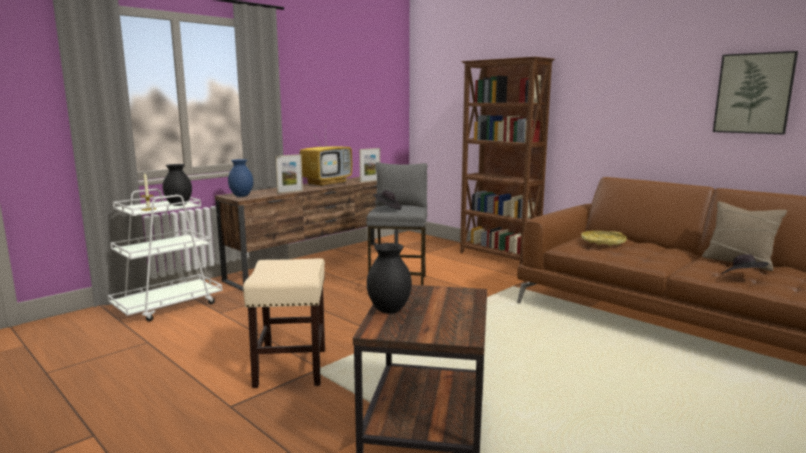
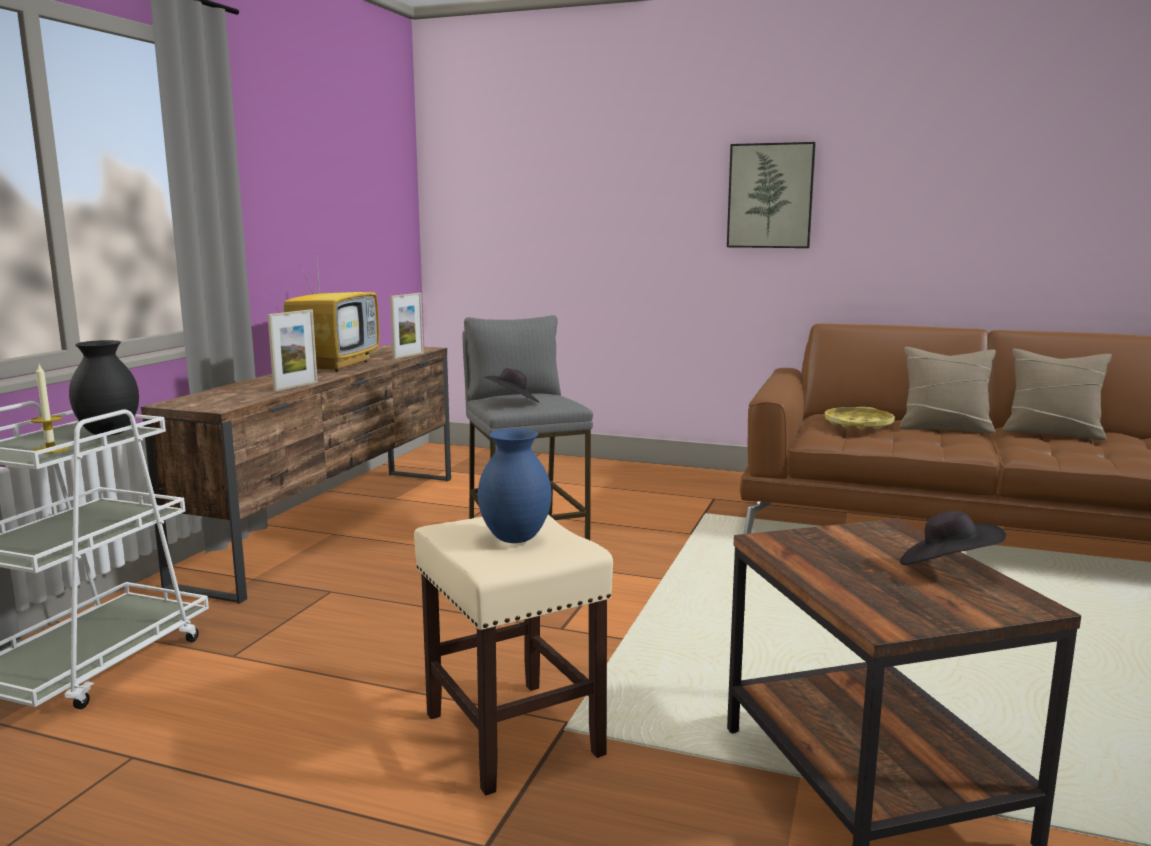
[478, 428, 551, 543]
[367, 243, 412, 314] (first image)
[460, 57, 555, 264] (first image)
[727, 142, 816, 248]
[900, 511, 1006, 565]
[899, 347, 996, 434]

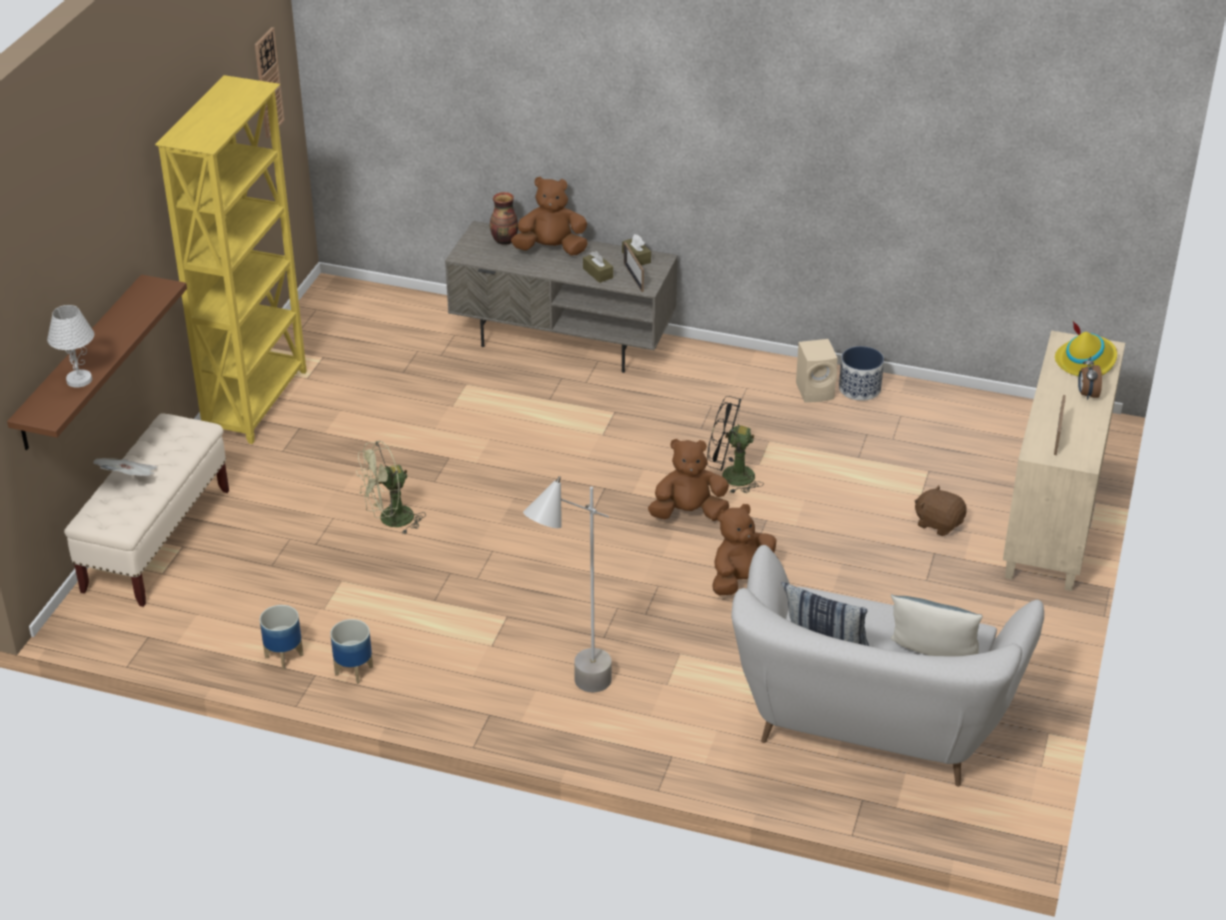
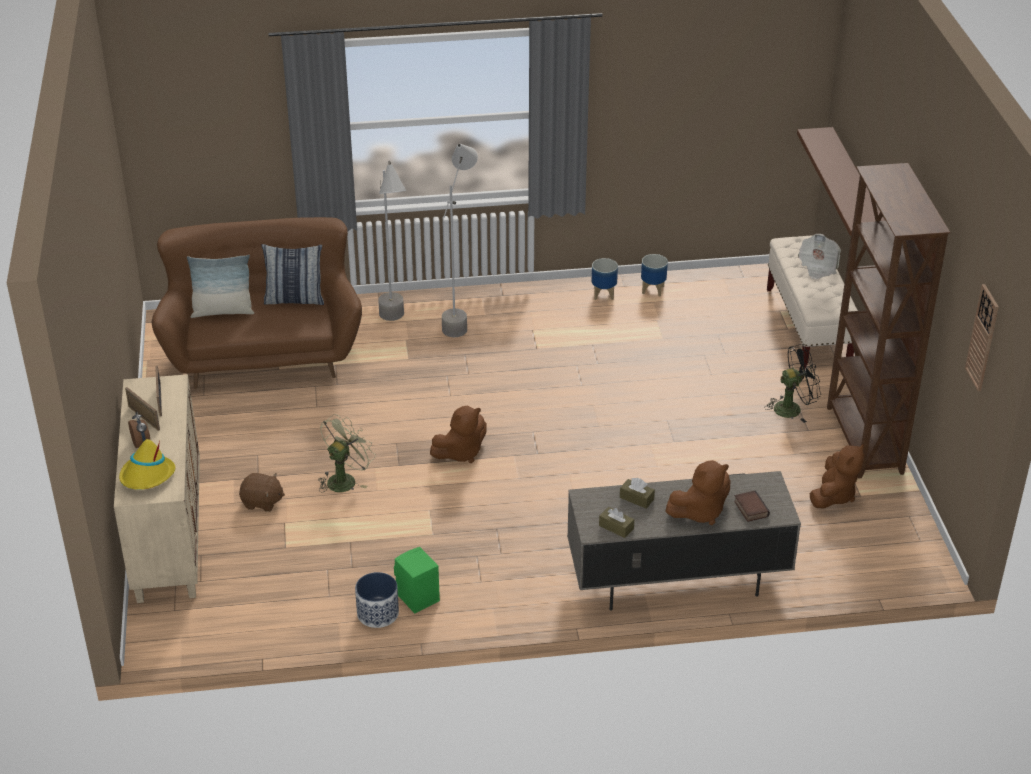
[47, 305, 94, 388] (first image)
[827, 163, 950, 479]
[318, 414, 376, 492]
[734, 490, 770, 522]
[125, 387, 160, 431]
[764, 344, 821, 423]
[810, 444, 864, 508]
[152, 217, 362, 389]
[394, 547, 440, 614]
[378, 161, 406, 321]

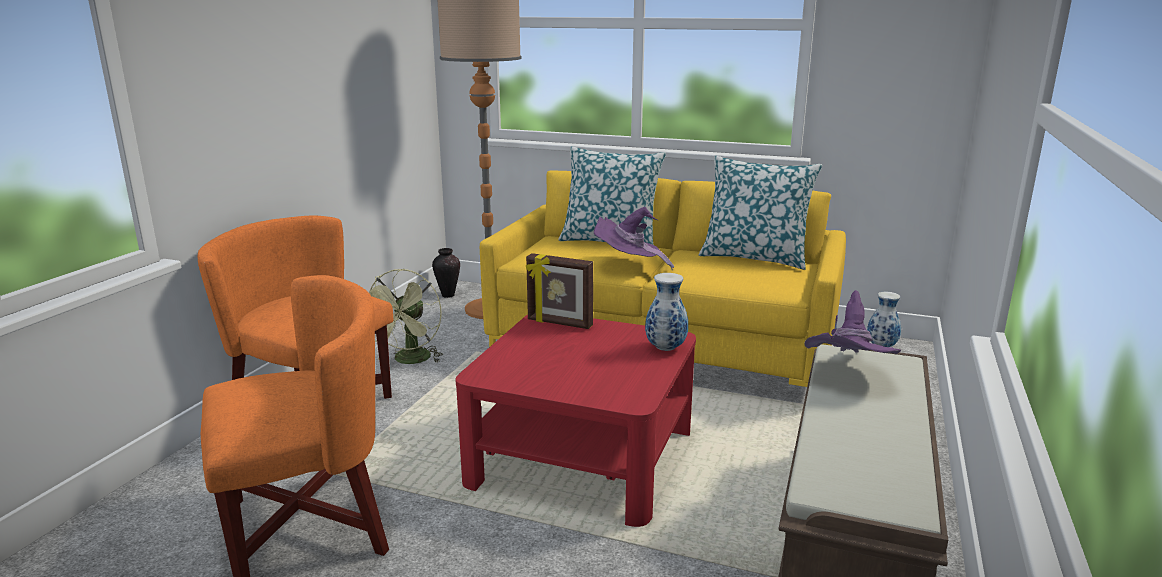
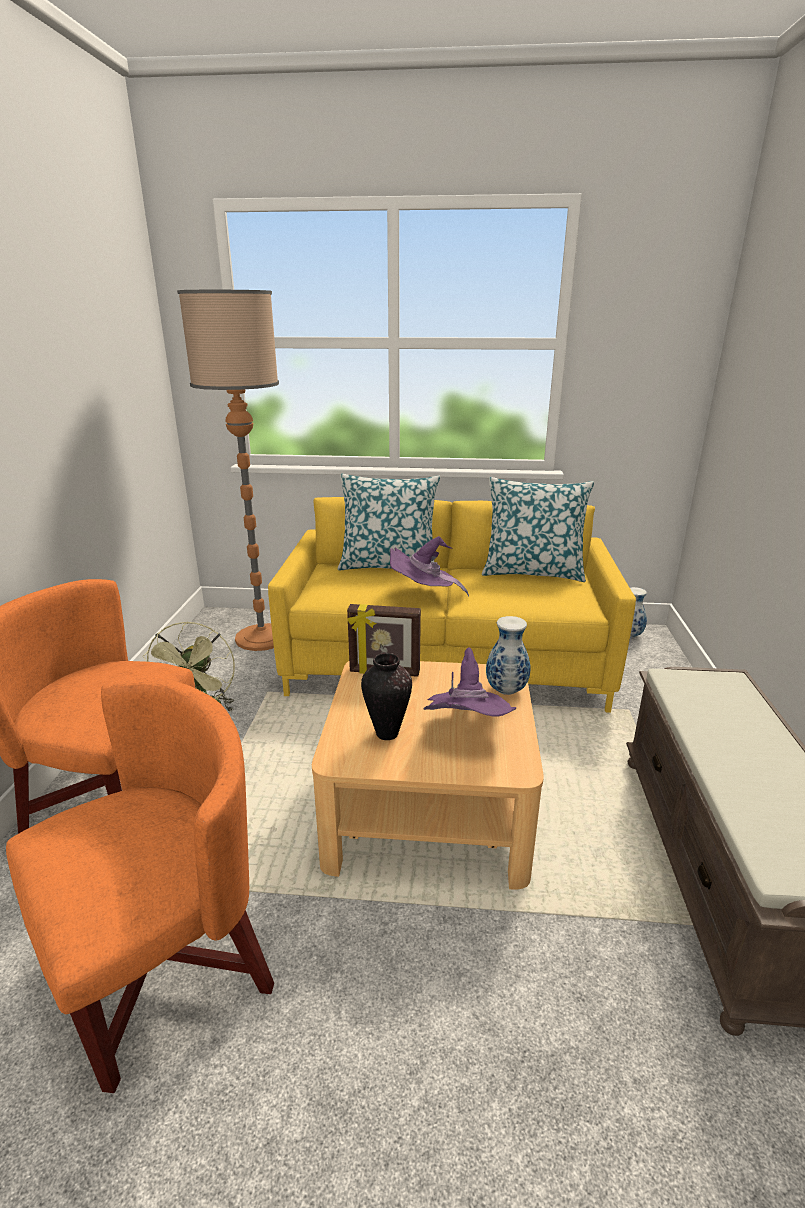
[361, 653, 412, 740]
[312, 661, 544, 889]
[424, 647, 516, 717]

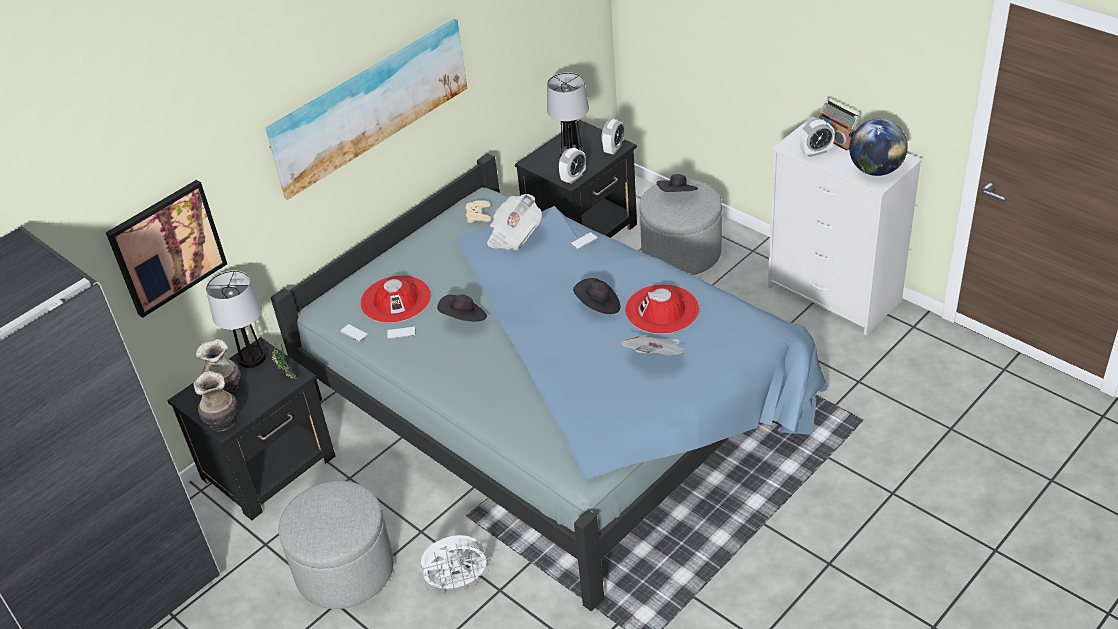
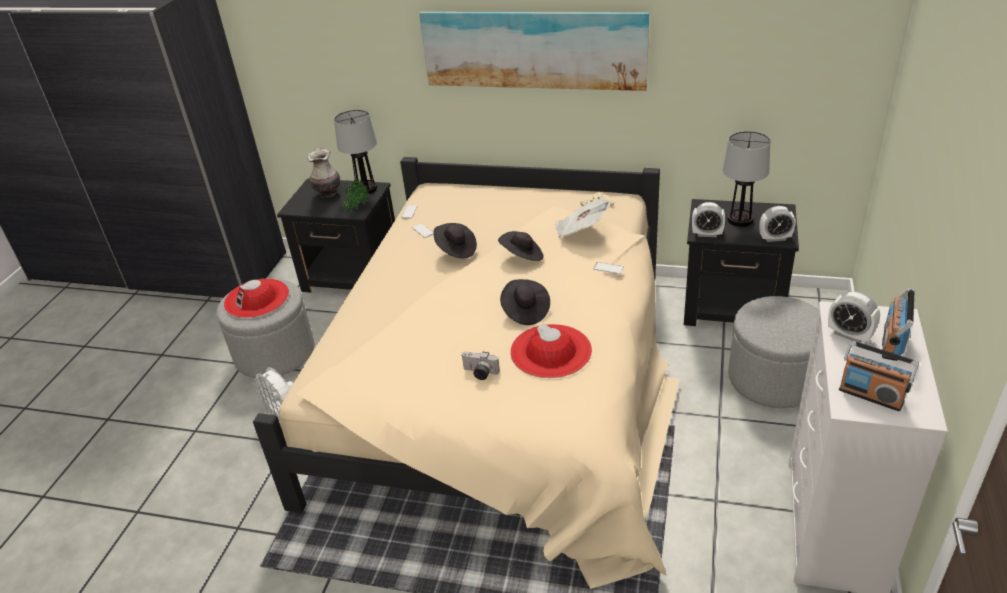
[106, 180, 227, 318] (first image)
[194, 371, 238, 432] (first image)
[253, 157, 679, 589]
[224, 279, 289, 318]
[462, 351, 500, 380]
[498, 231, 544, 261]
[839, 341, 919, 411]

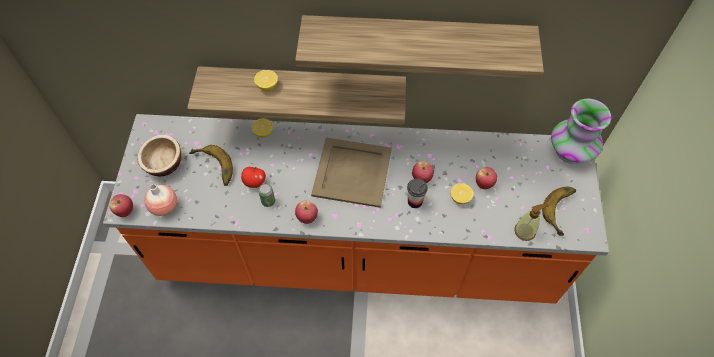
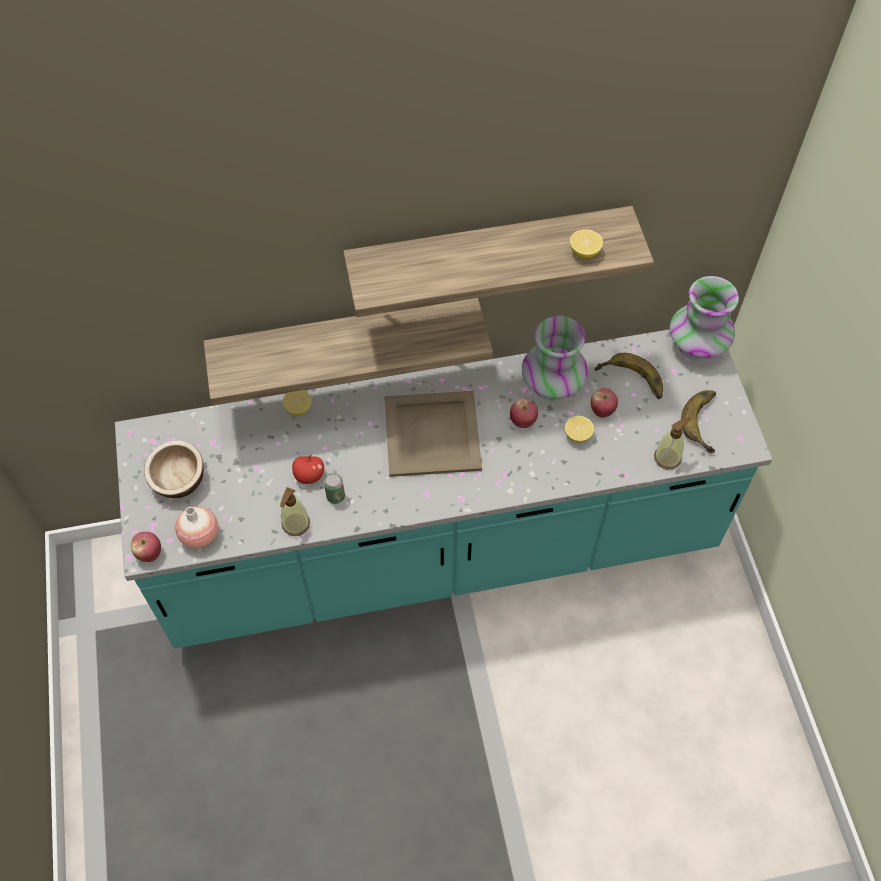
[115, 329, 773, 649]
[594, 353, 663, 399]
[570, 229, 603, 259]
[295, 201, 318, 224] (first image)
[407, 179, 428, 208] (first image)
[280, 487, 310, 536]
[522, 316, 588, 401]

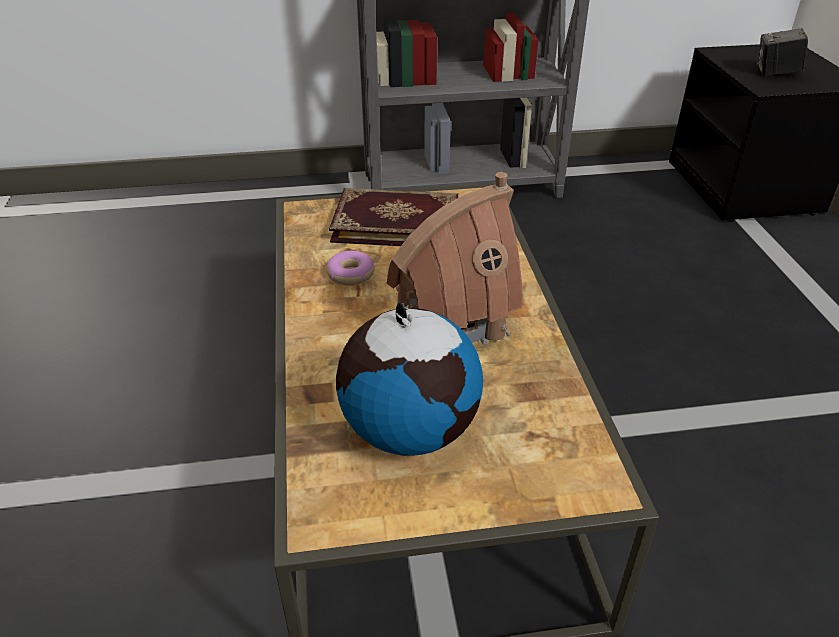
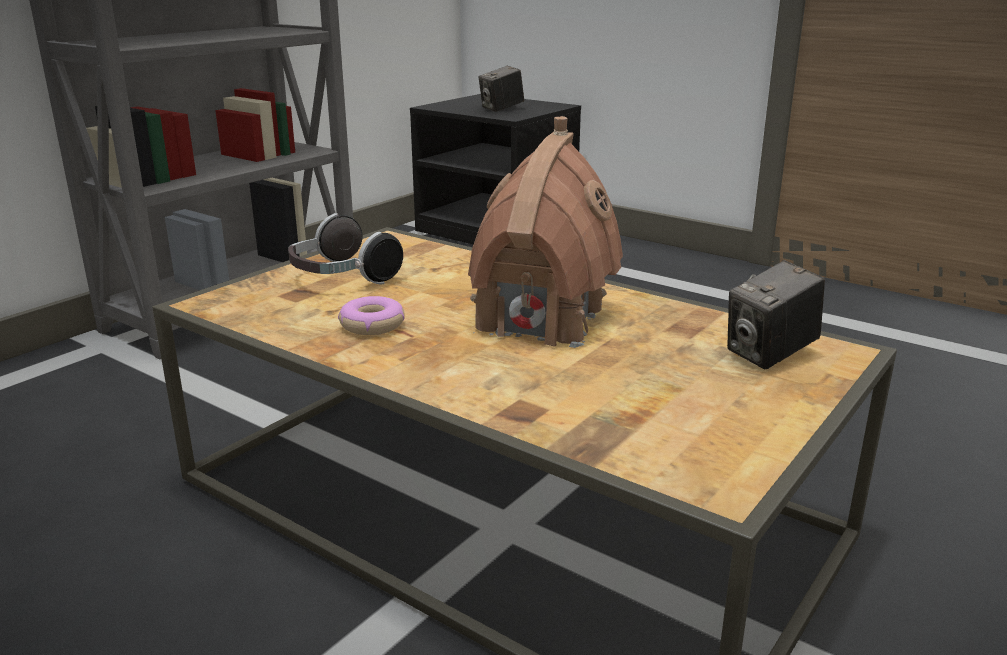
[288, 213, 403, 284]
[336, 302, 483, 456] (first image)
[727, 260, 825, 369]

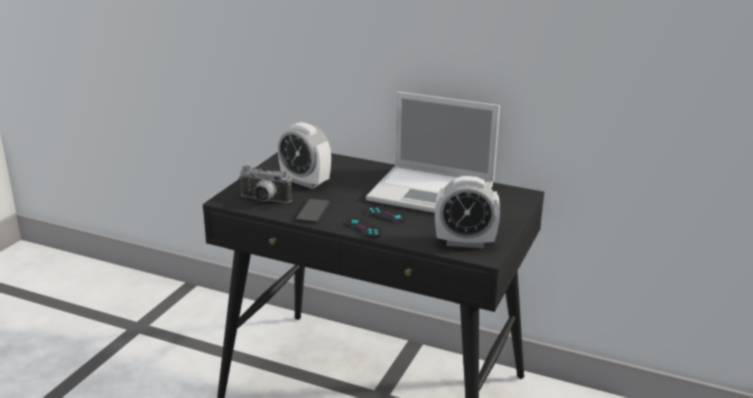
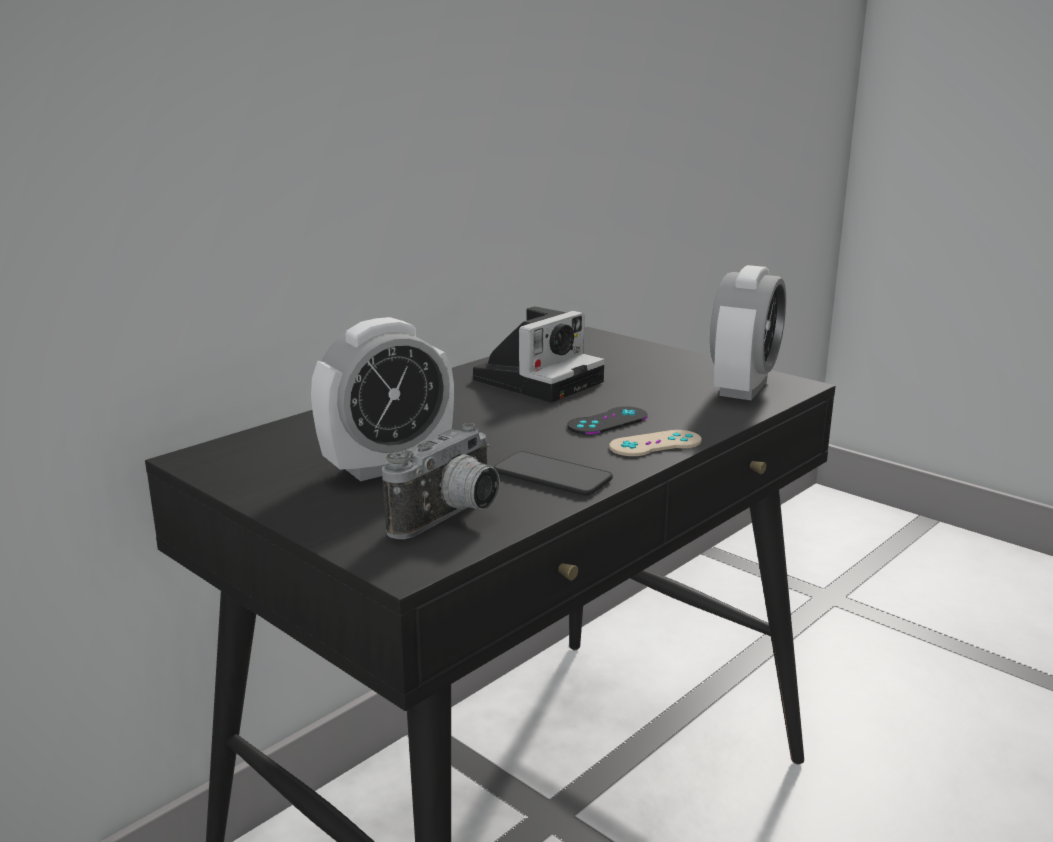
[609, 430, 702, 456]
[473, 306, 605, 402]

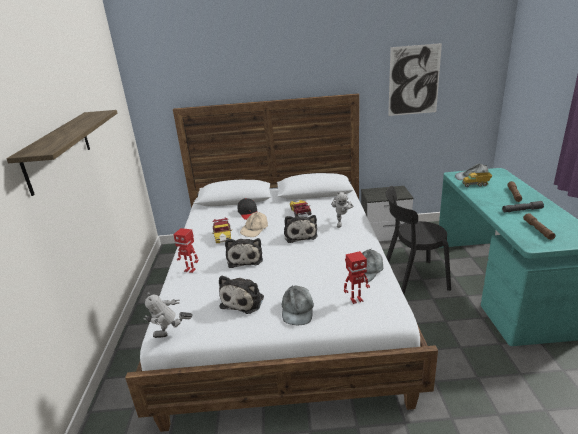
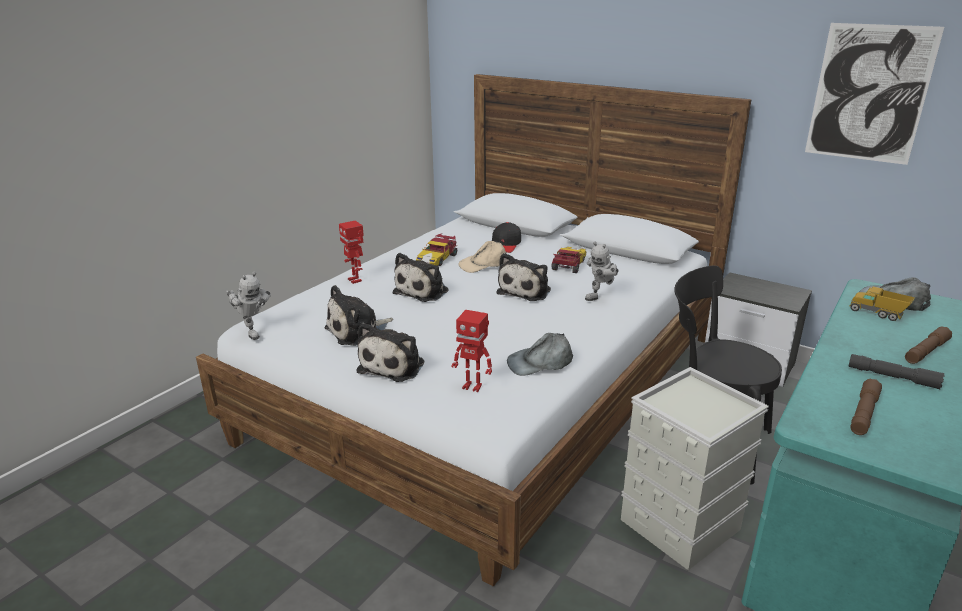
[6, 110, 117, 196] (first image)
[226, 272, 271, 340]
[357, 322, 424, 382]
[621, 367, 769, 570]

